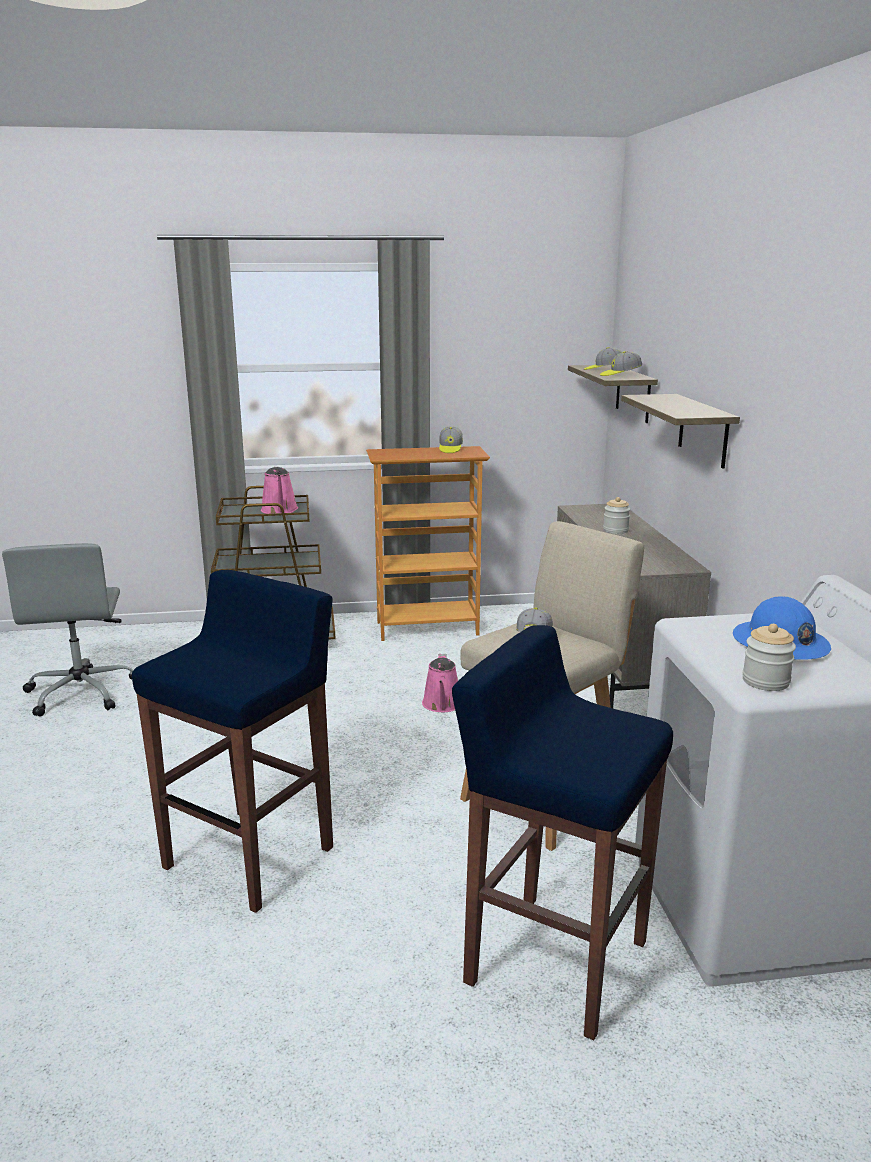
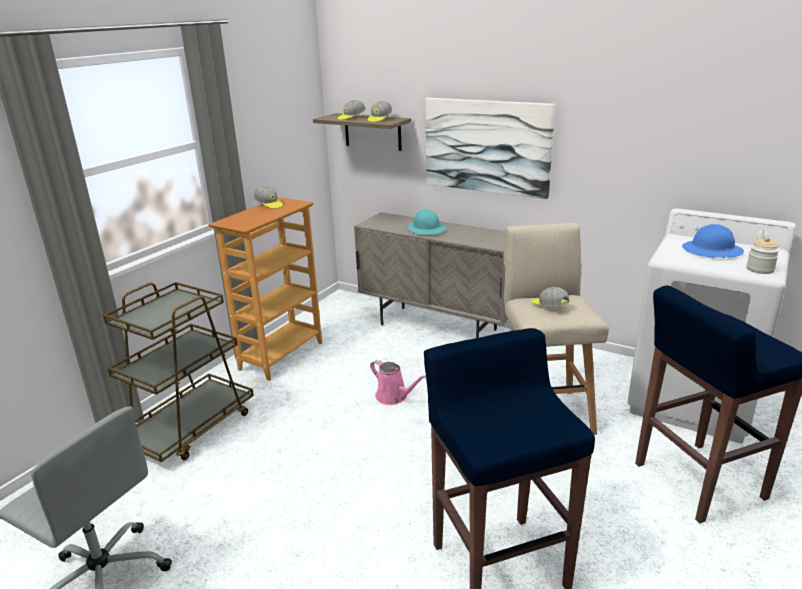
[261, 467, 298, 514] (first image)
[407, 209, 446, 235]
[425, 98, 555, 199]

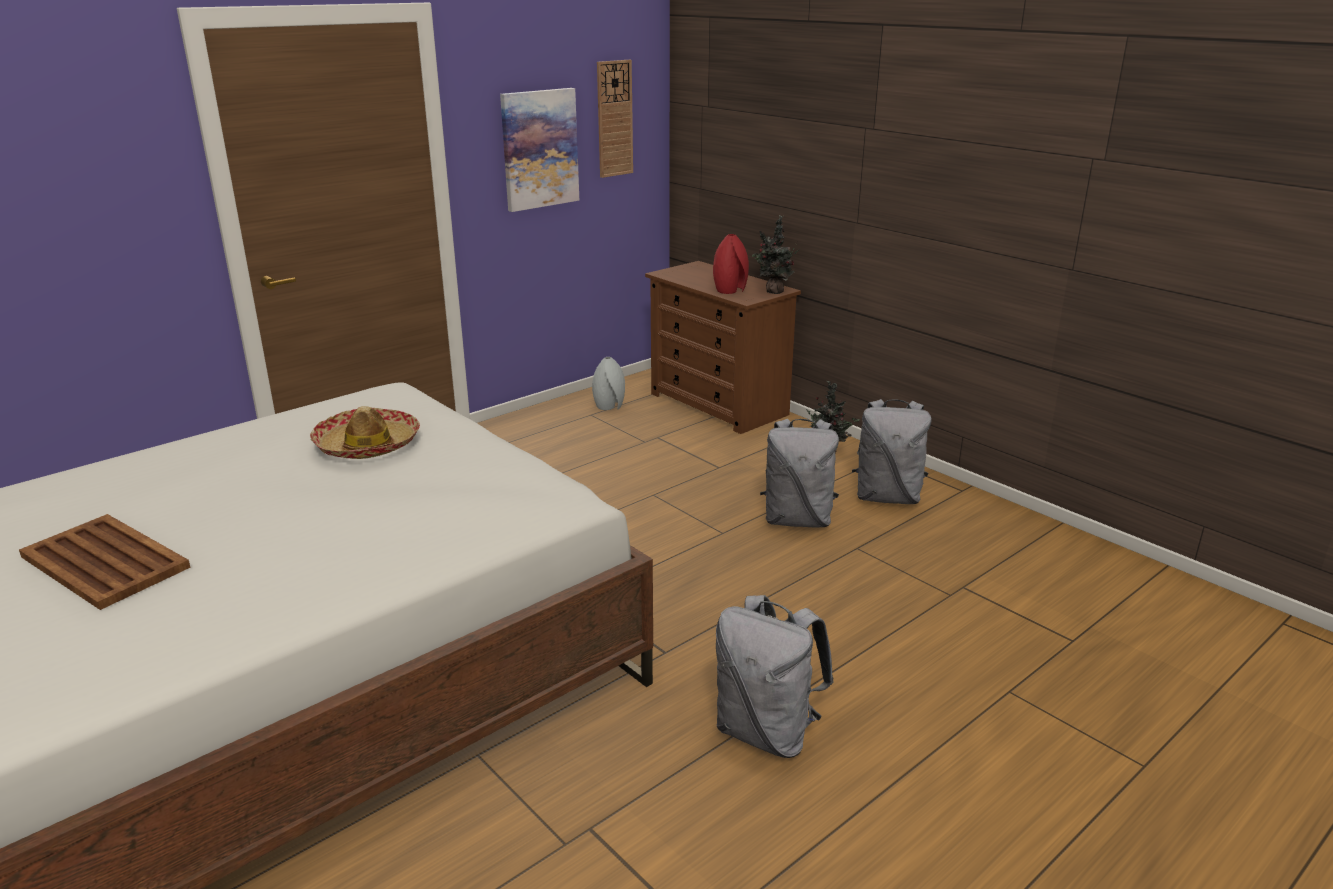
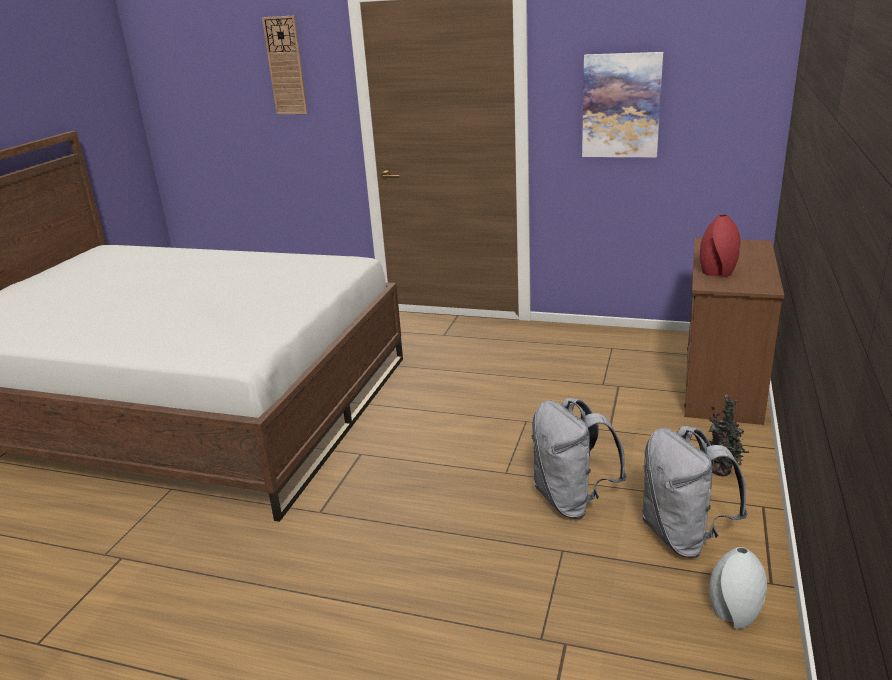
[19, 514, 191, 610] (first image)
[310, 406, 420, 459] (first image)
[709, 547, 767, 629]
[262, 15, 308, 114]
[716, 595, 834, 758] (first image)
[752, 215, 800, 294] (first image)

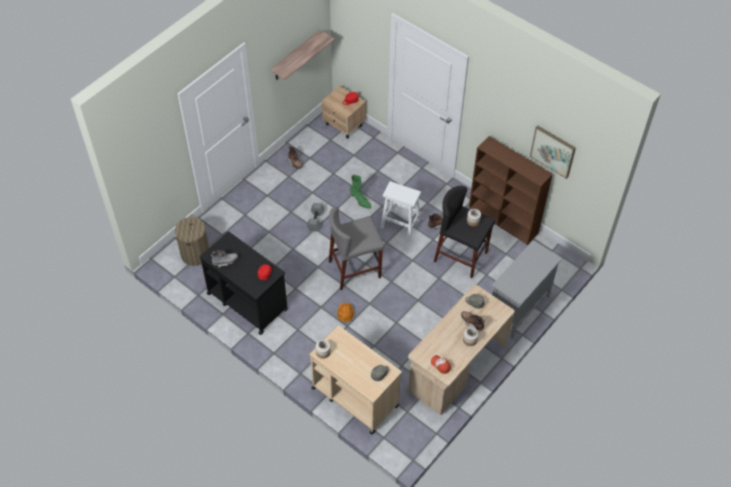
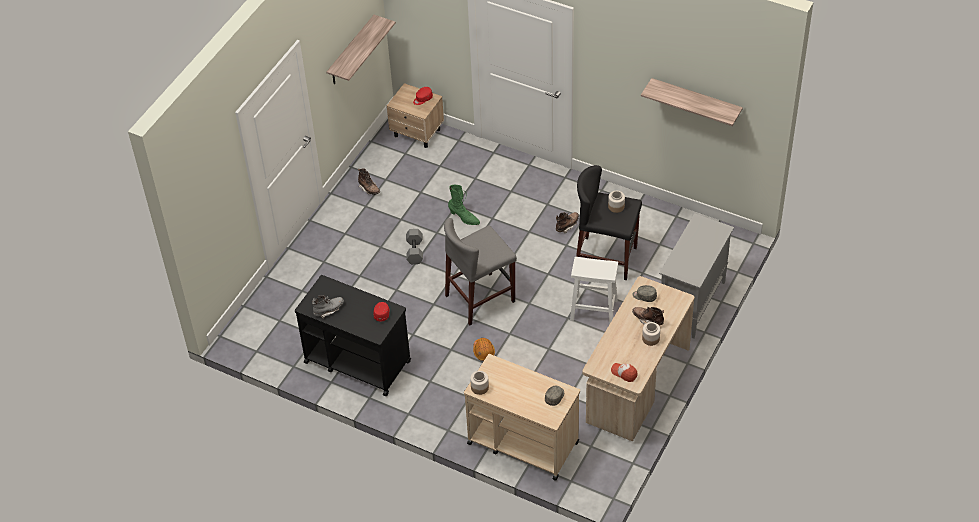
[175, 215, 209, 266] (first image)
[570, 257, 618, 325]
[469, 136, 553, 245] (first image)
[641, 78, 743, 126]

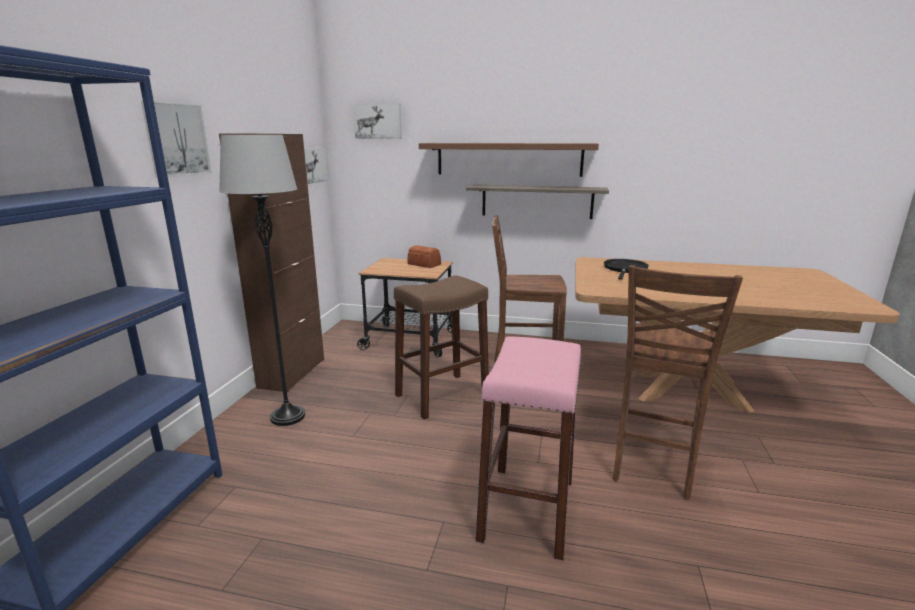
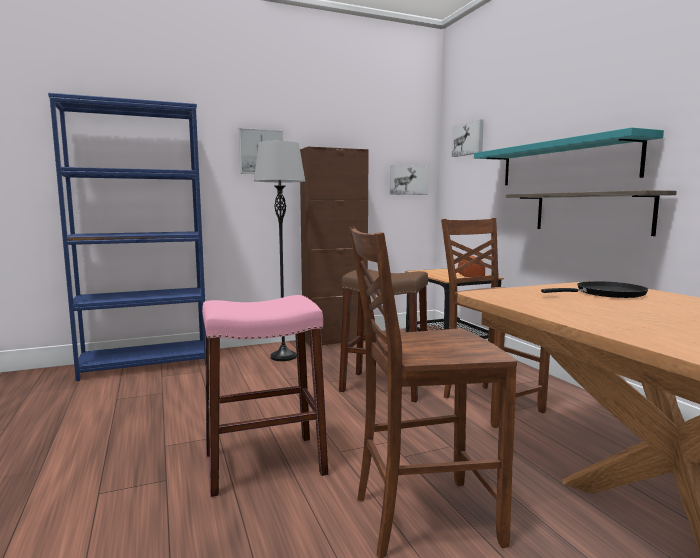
[474, 127, 664, 185]

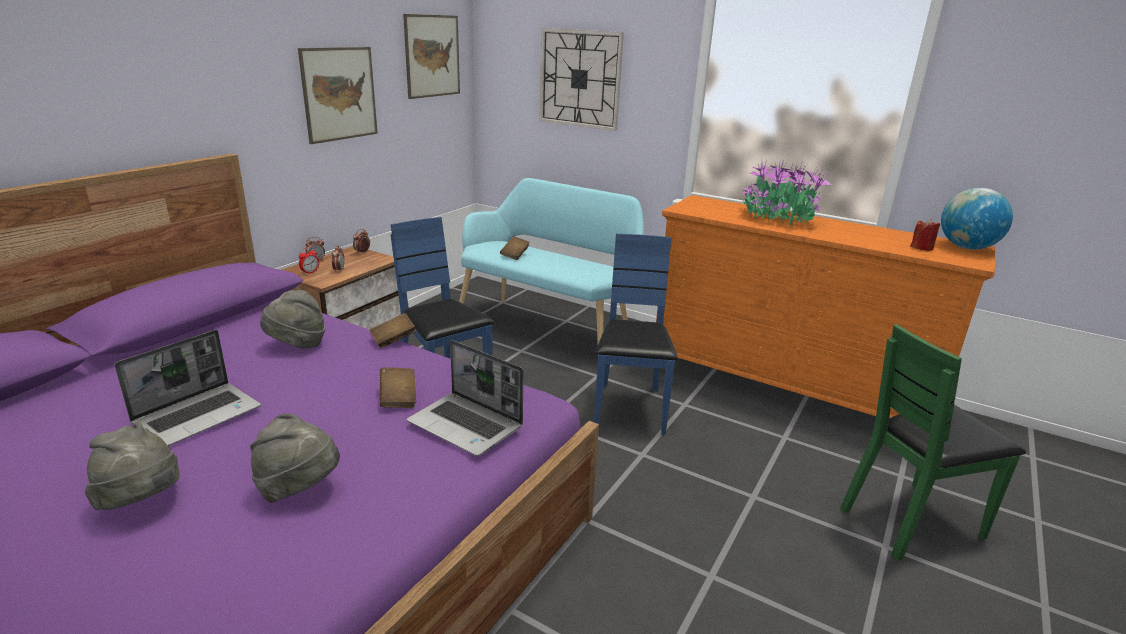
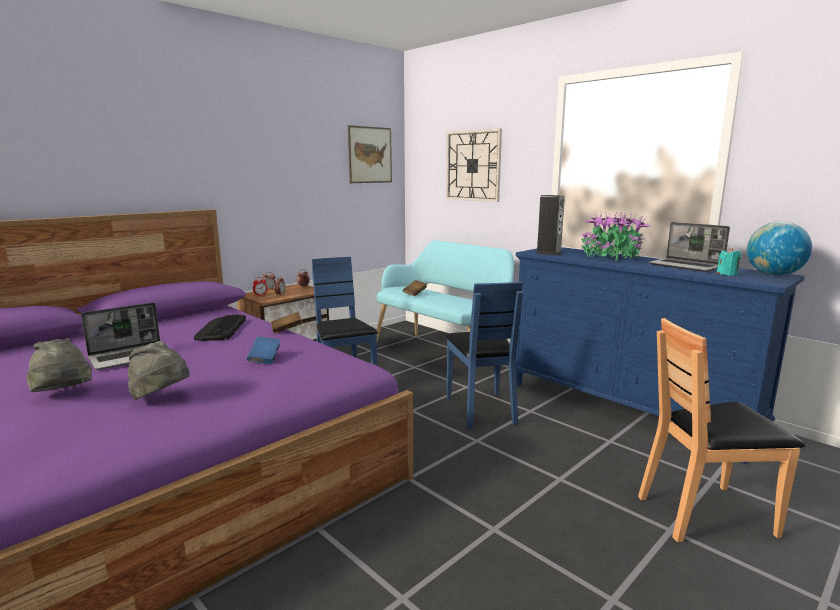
[194, 314, 246, 341]
[298, 47, 378, 144] (first image)
[247, 337, 280, 364]
[649, 222, 730, 272]
[446, 282, 523, 429]
[516, 247, 805, 464]
[638, 318, 805, 542]
[717, 248, 741, 276]
[535, 195, 565, 256]

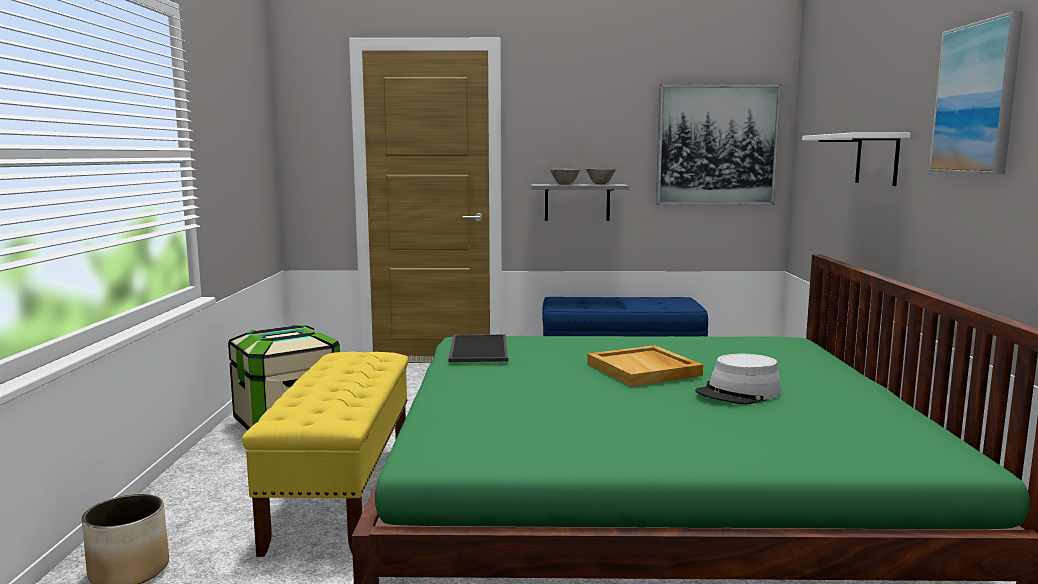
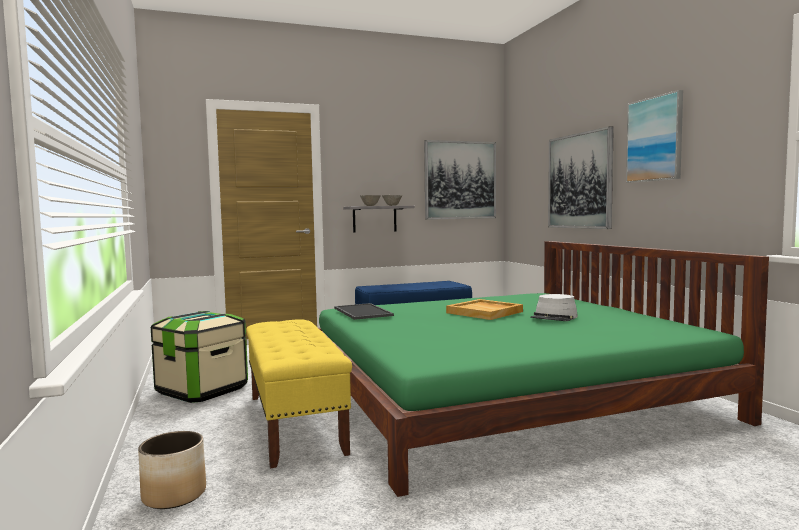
[548, 126, 614, 229]

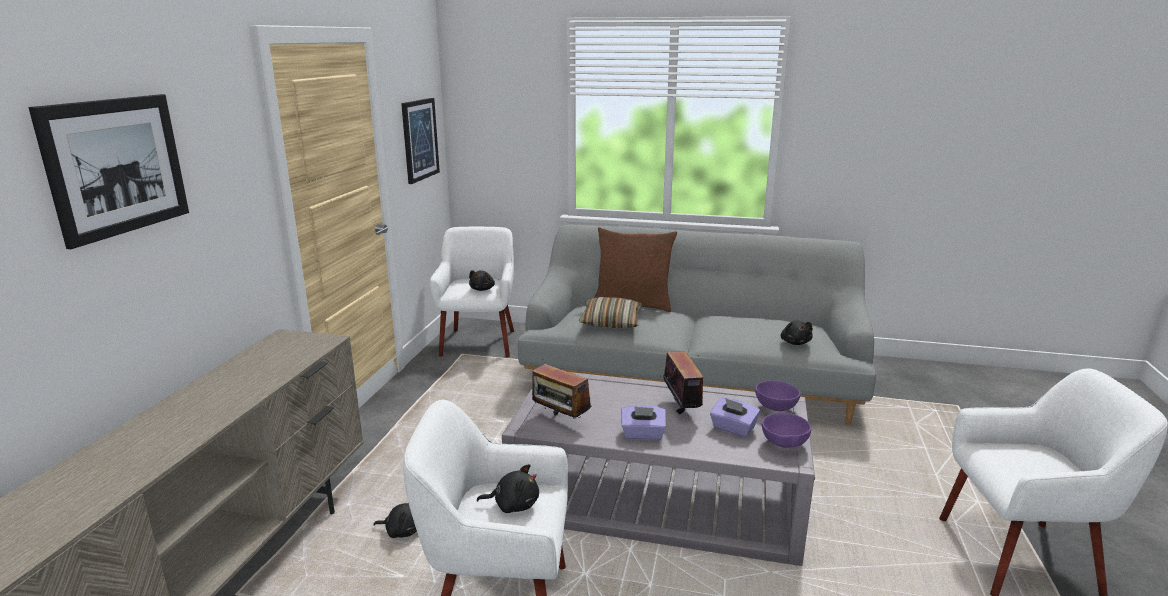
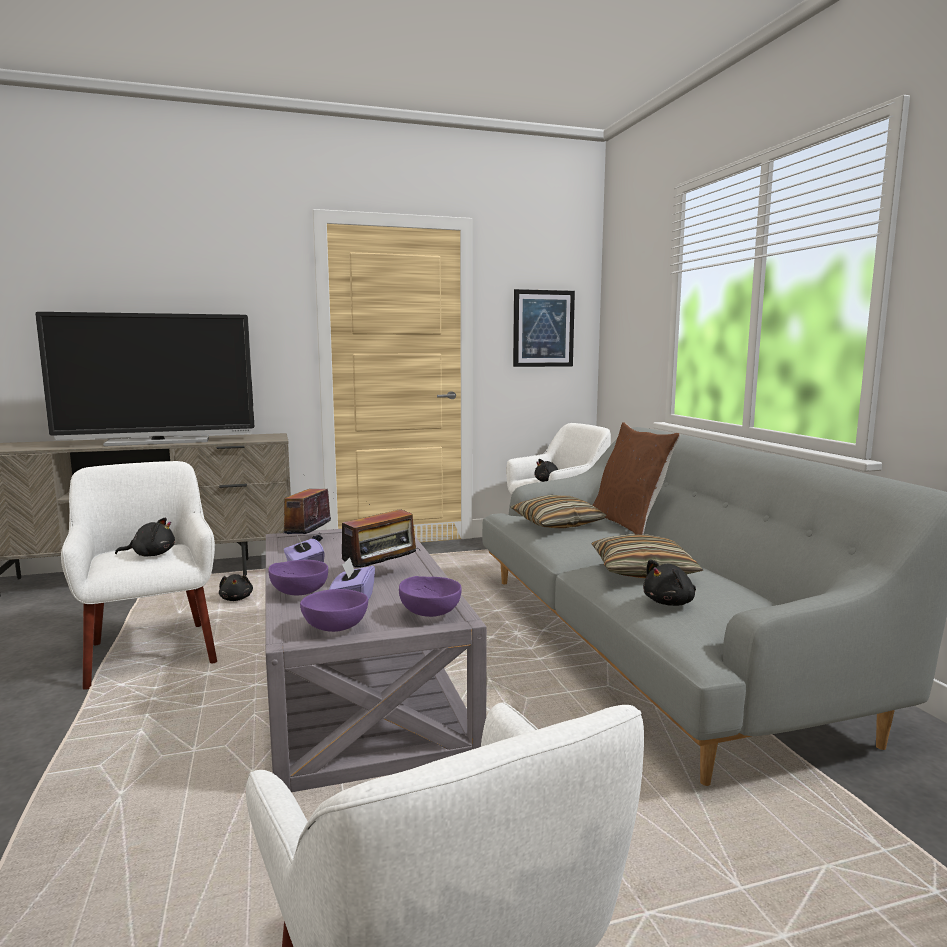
[29, 94, 189, 249] (first image)
[115, 517, 175, 557]
[35, 312, 254, 446]
[268, 560, 328, 595]
[591, 534, 704, 578]

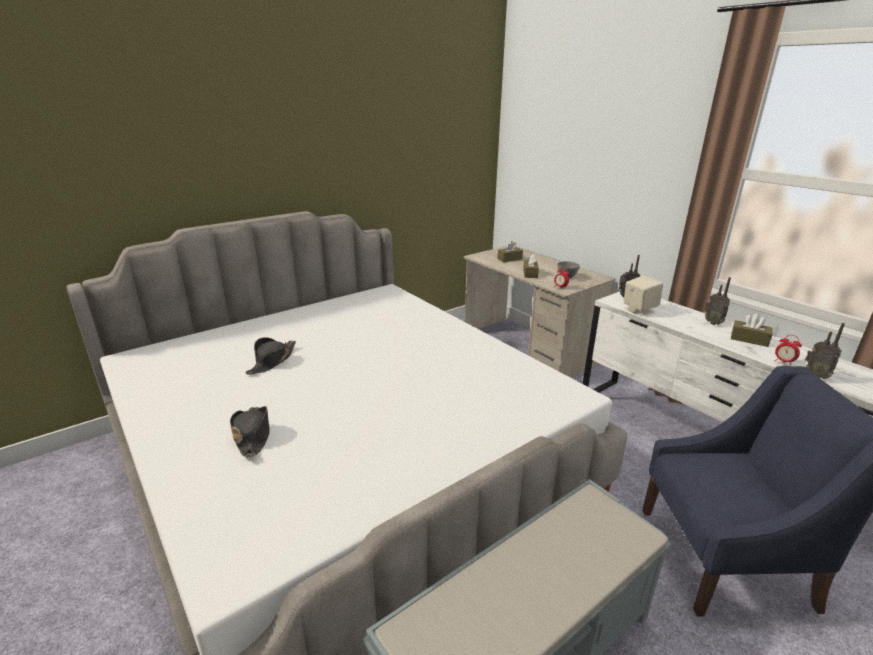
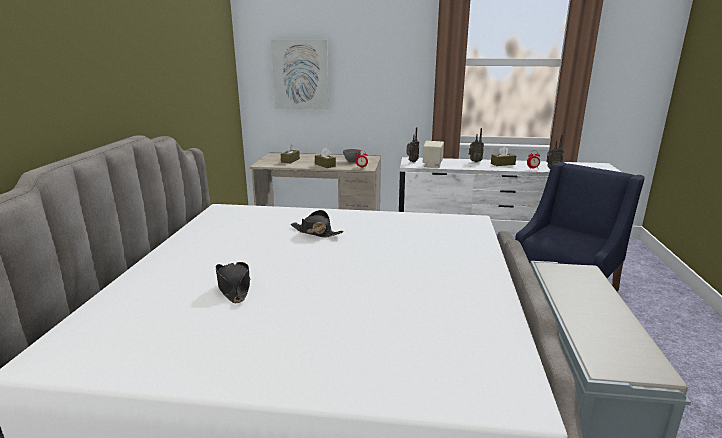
[291, 210, 344, 238]
[271, 40, 329, 109]

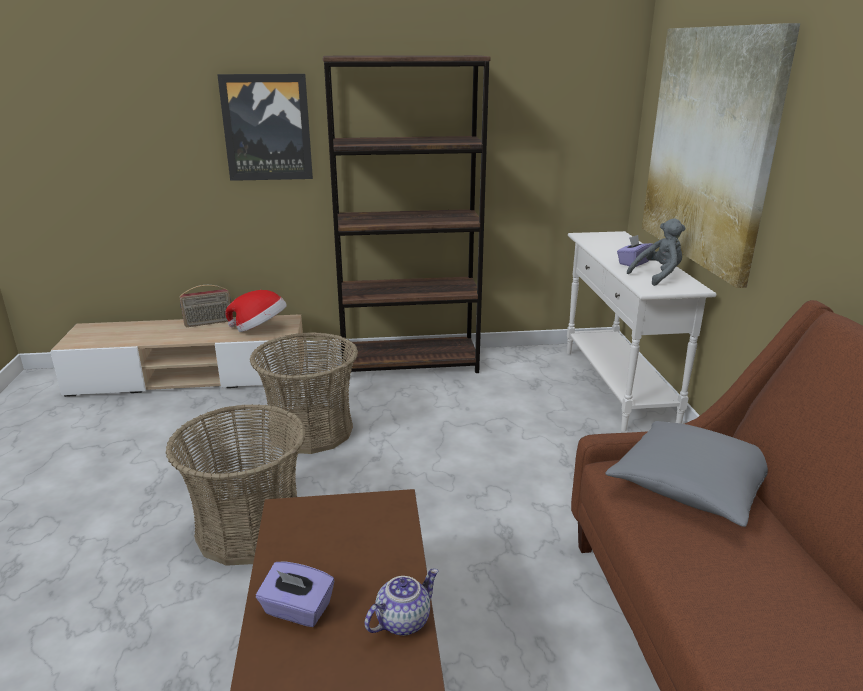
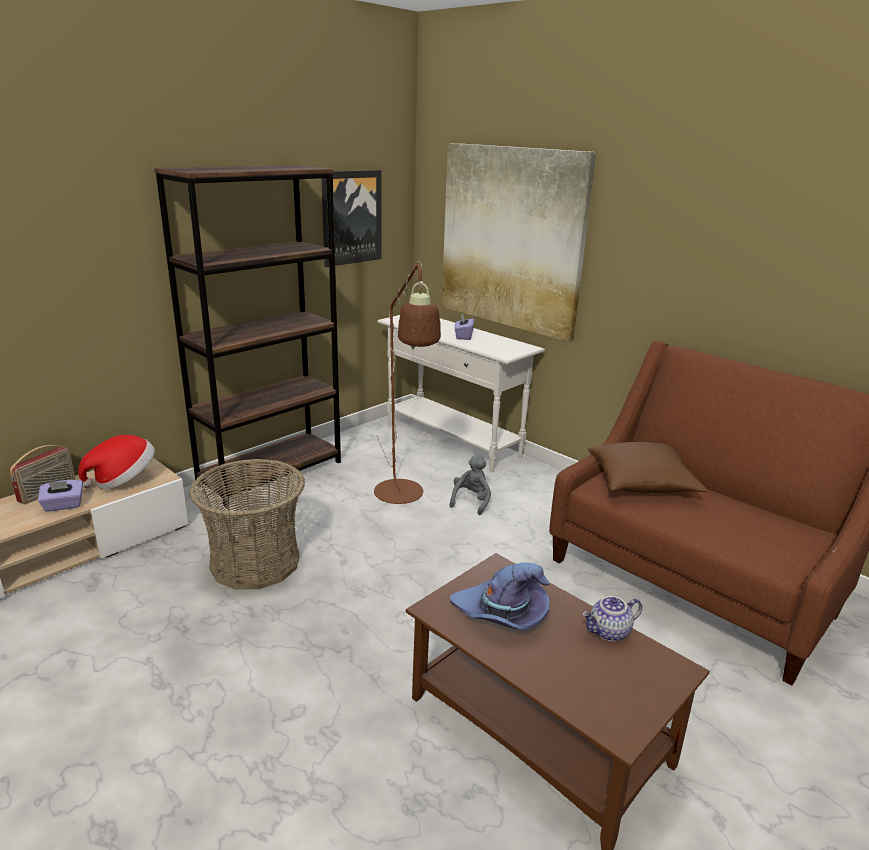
[166, 404, 306, 566] (first image)
[321, 170, 382, 267]
[38, 480, 83, 512]
[582, 596, 642, 641]
[588, 442, 707, 493]
[449, 454, 491, 515]
[374, 261, 441, 504]
[450, 562, 550, 631]

